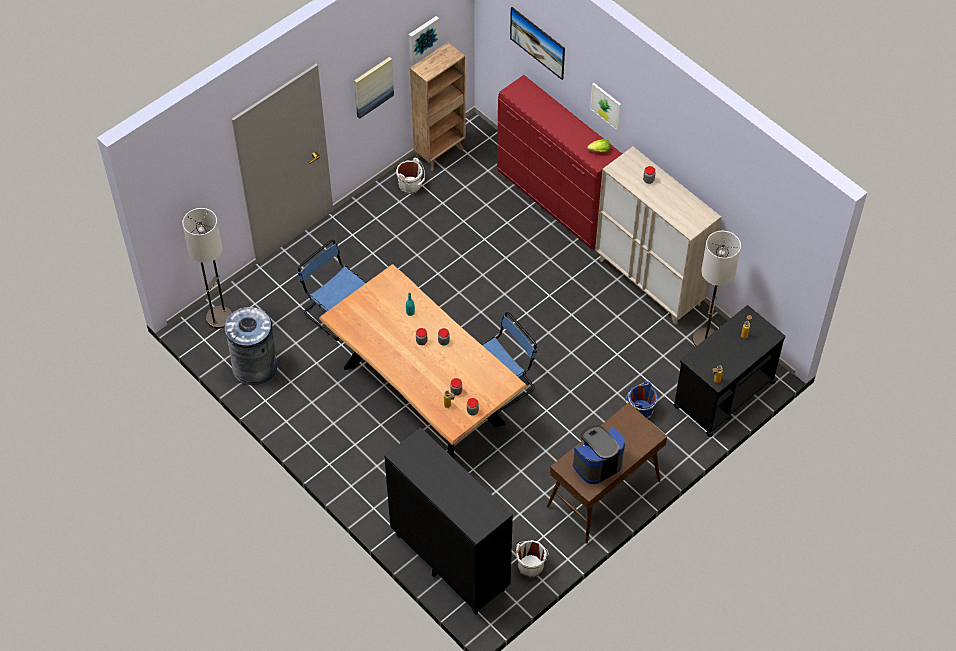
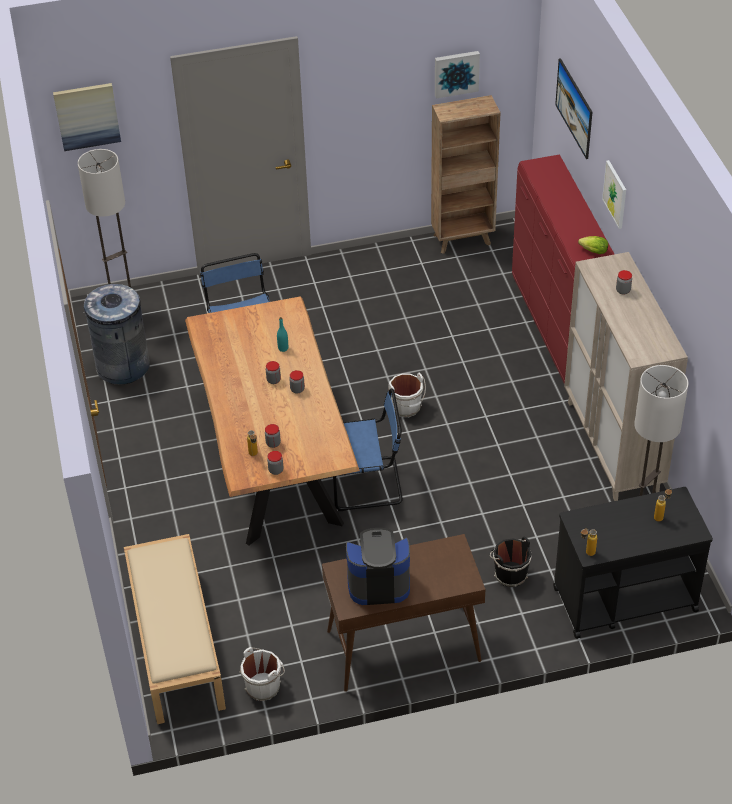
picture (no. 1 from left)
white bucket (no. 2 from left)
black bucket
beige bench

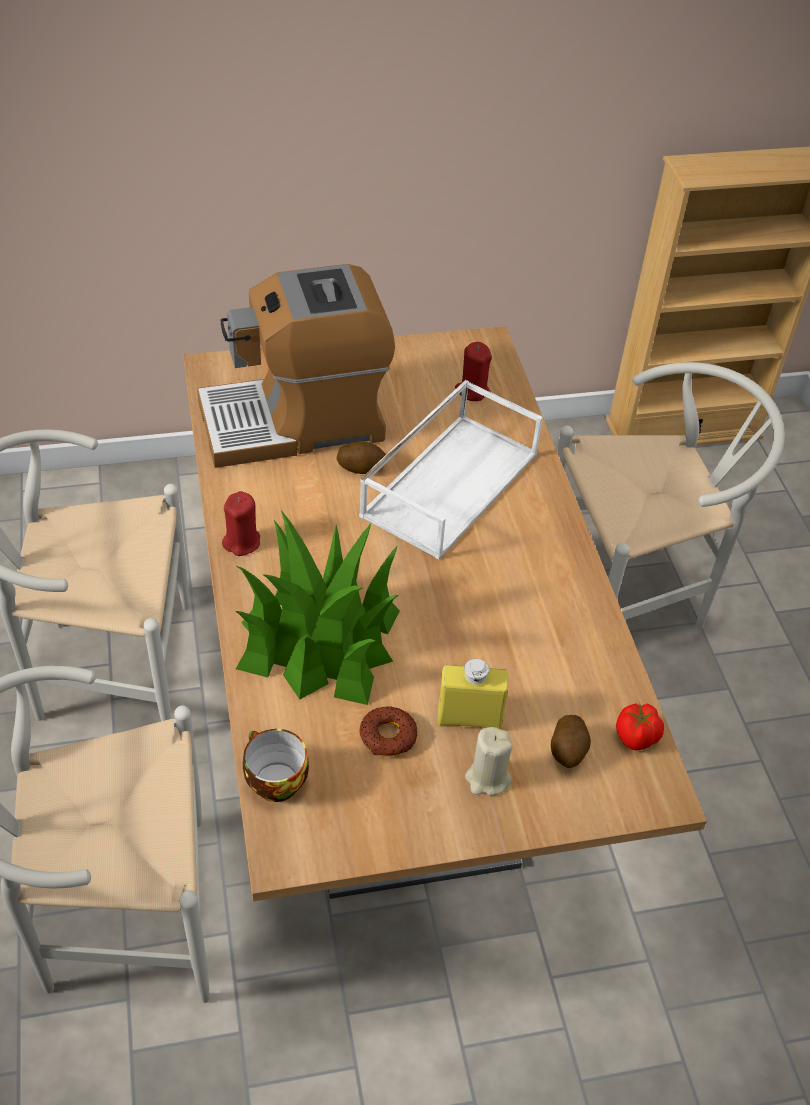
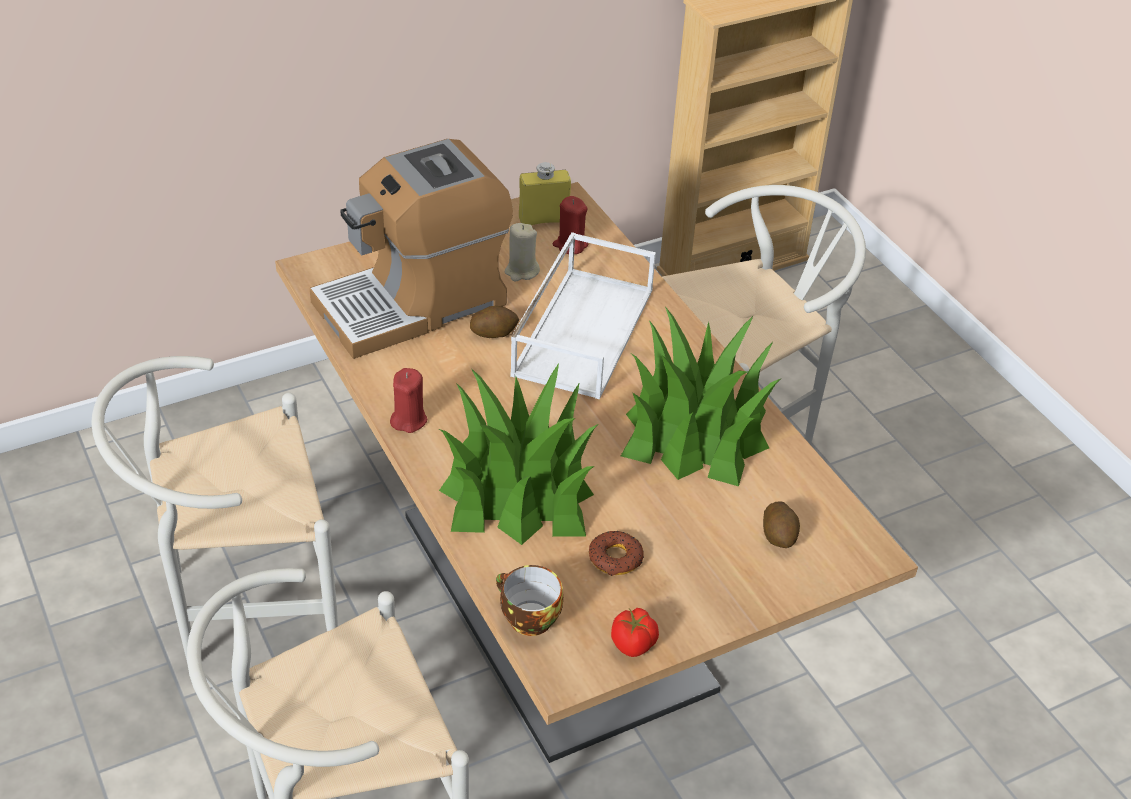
yellow bottle
tomato
beige candle
potted plant (no. 2 from left)

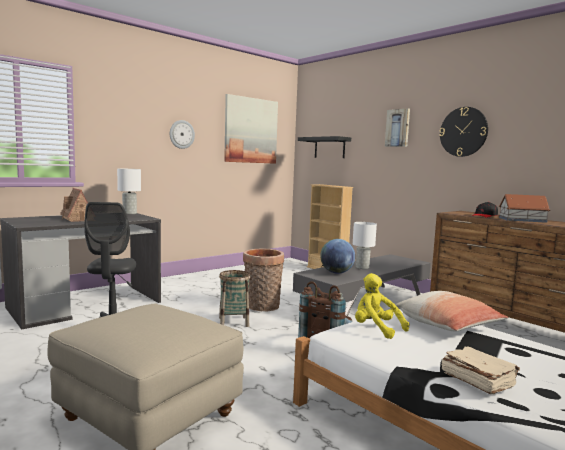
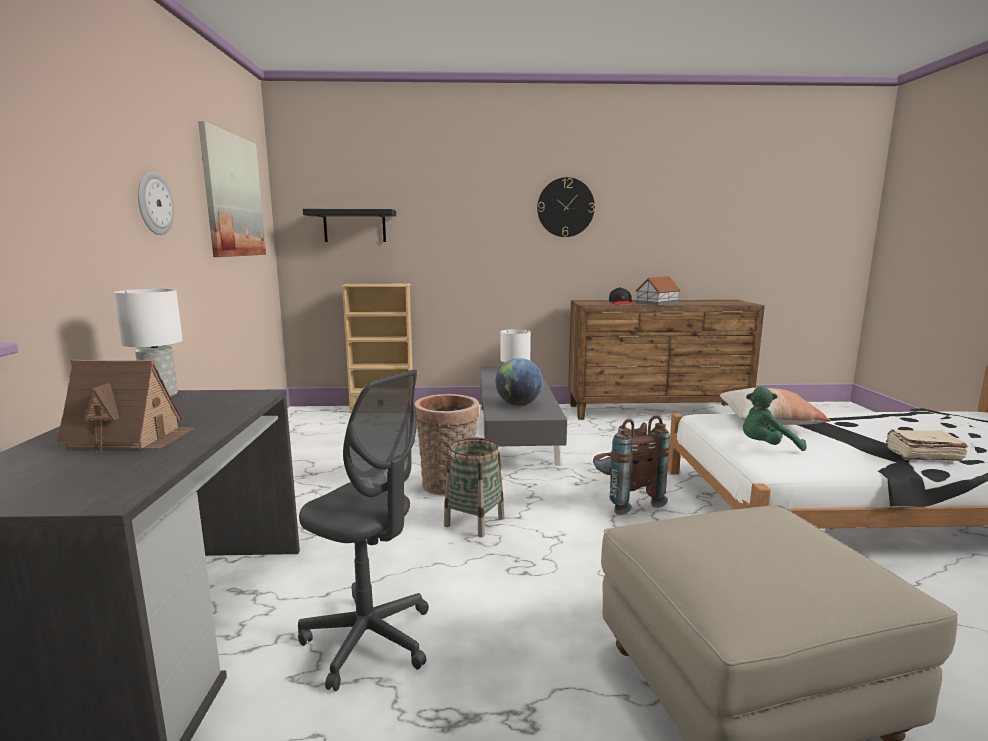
picture (no. 2 from left in the first image)
green plush toy

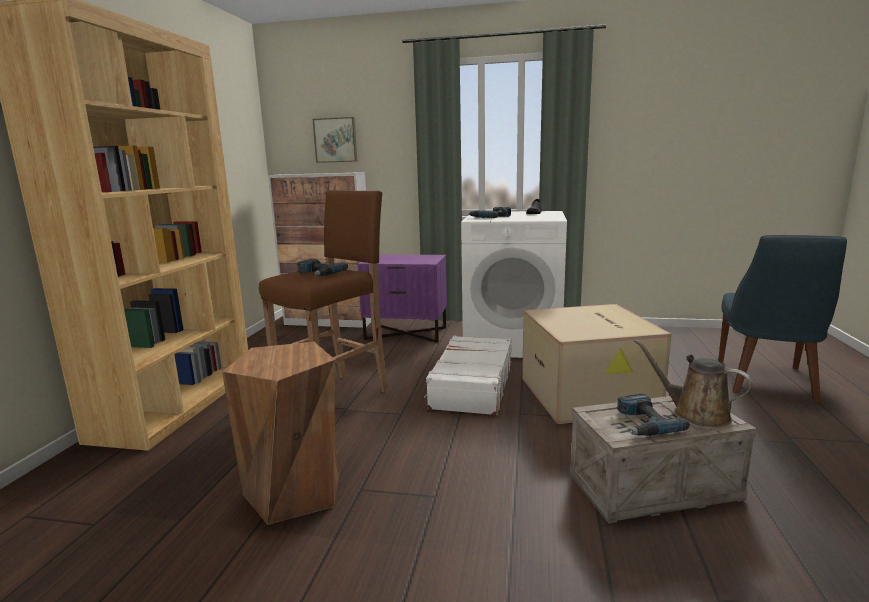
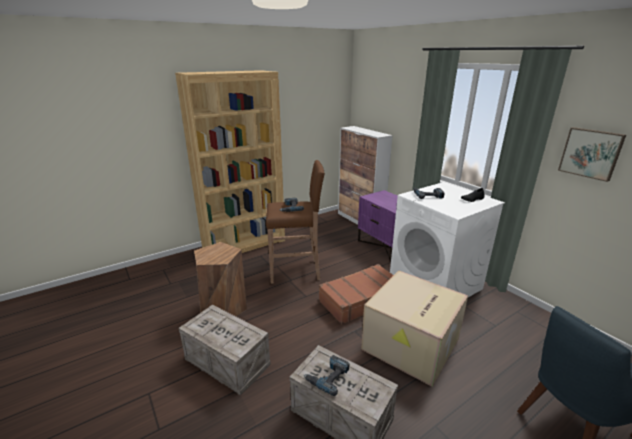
picture
brown suitcase
brown watering can
crate (no. 1 from left)

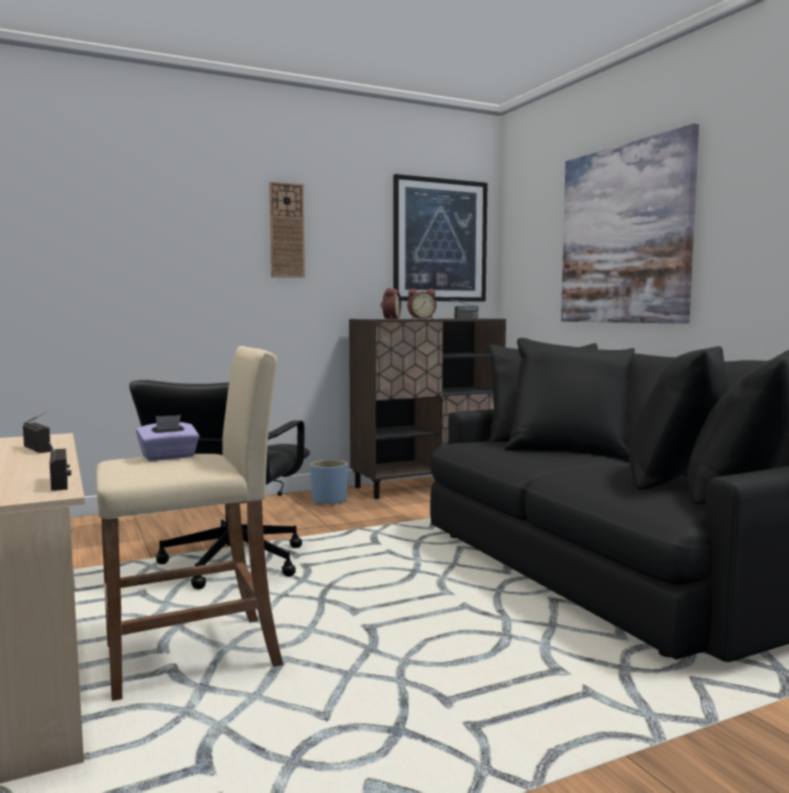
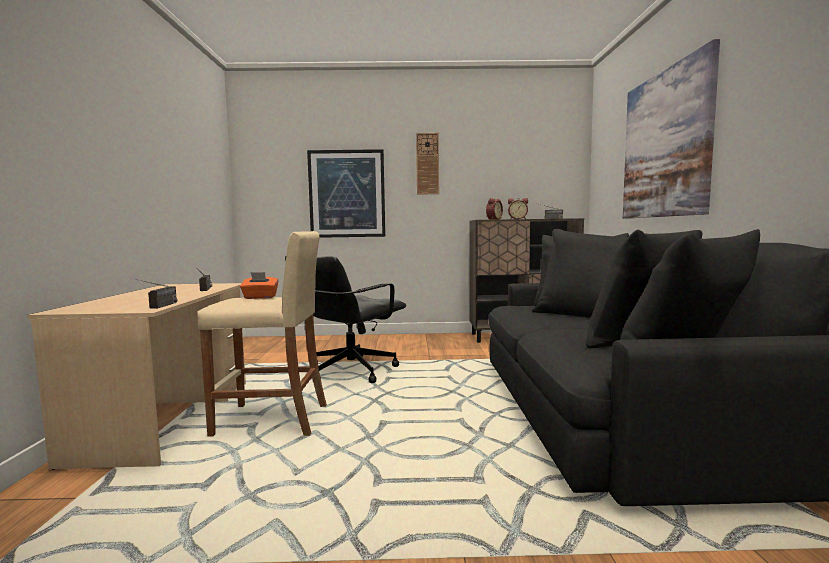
picture (no. 1 from left)
orange tissue box
blue planter

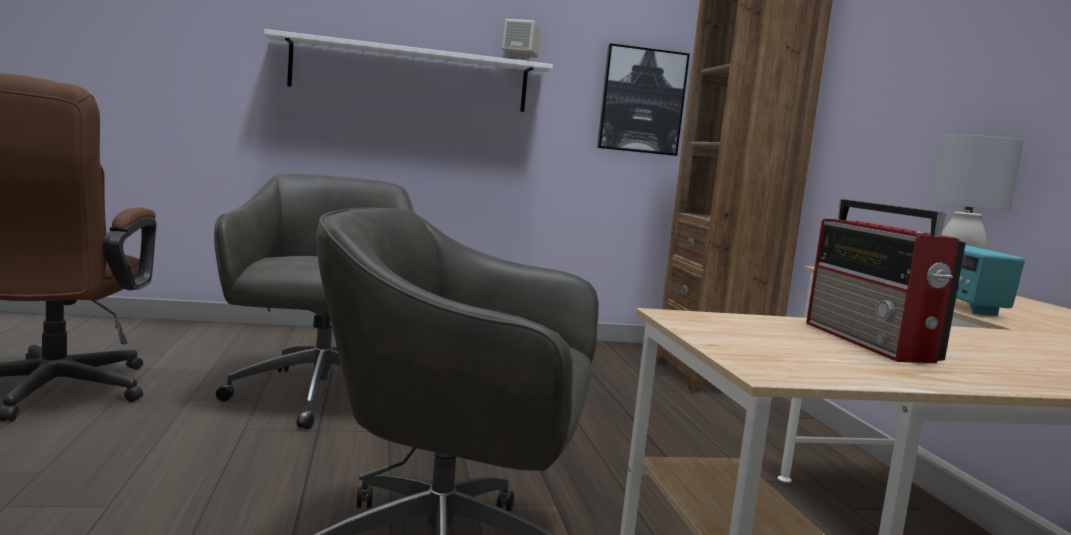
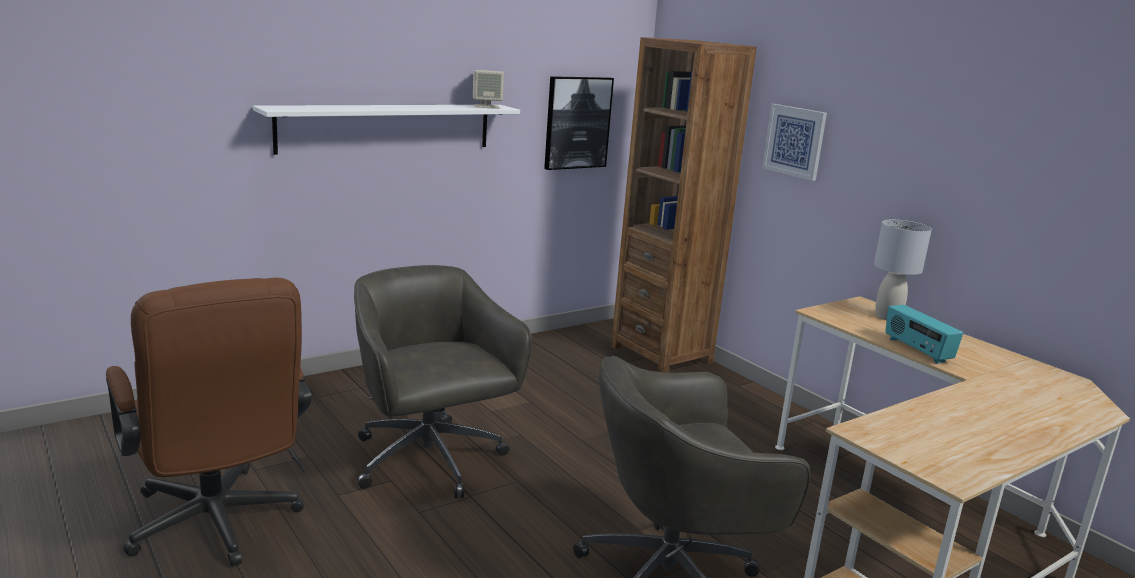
radio (no. 1 from left in the first image)
picture (no. 2 from left)

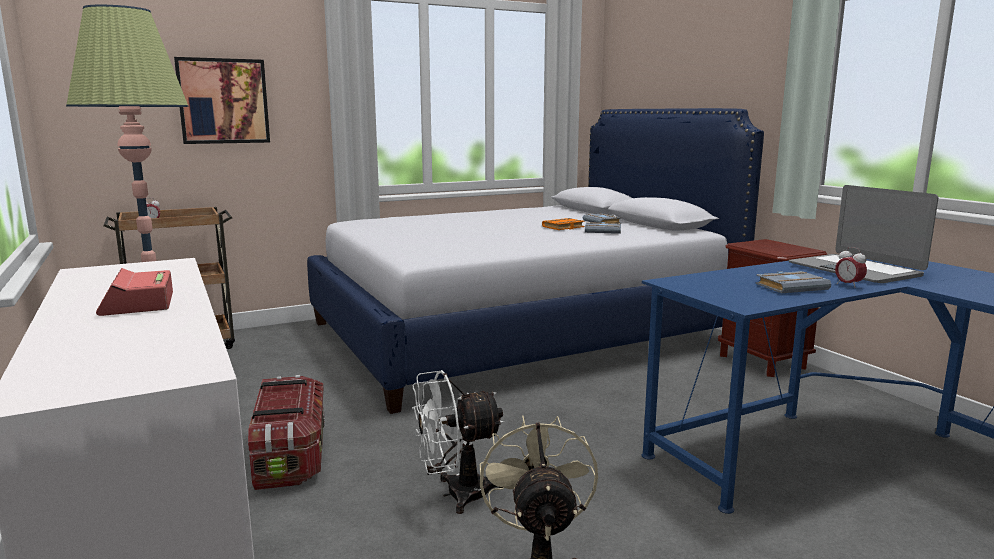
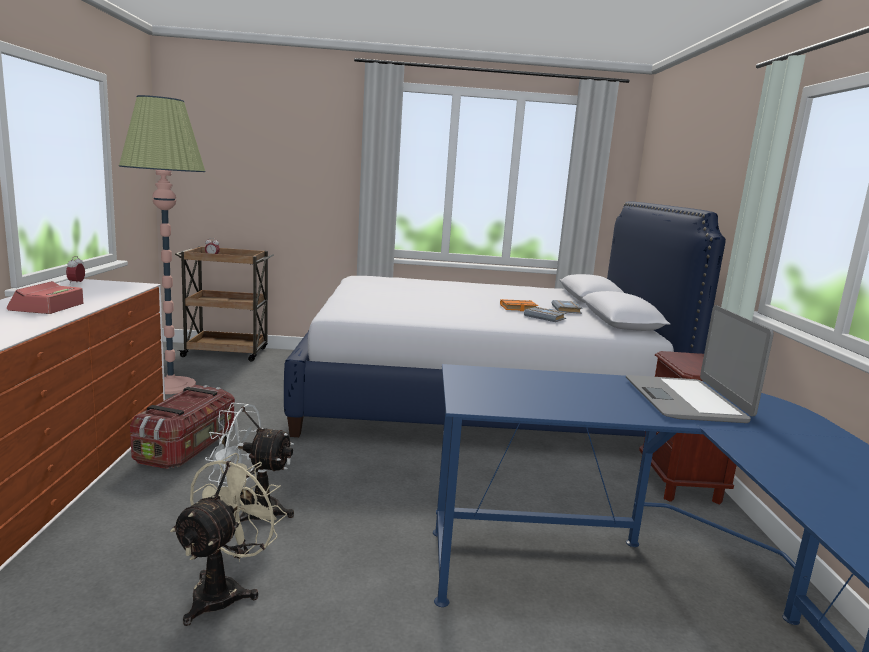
picture
alarm clock (no. 2 from left)
grey book (no. 3 from left in the first image)

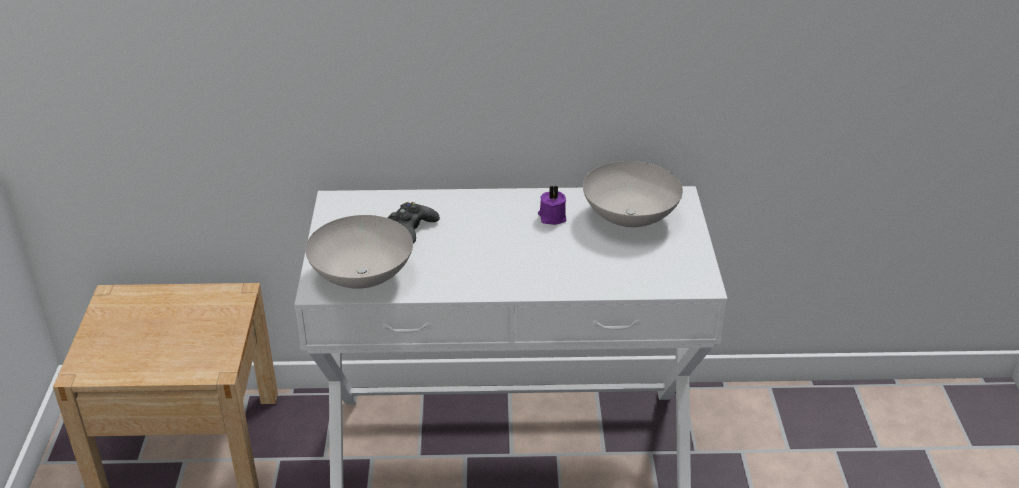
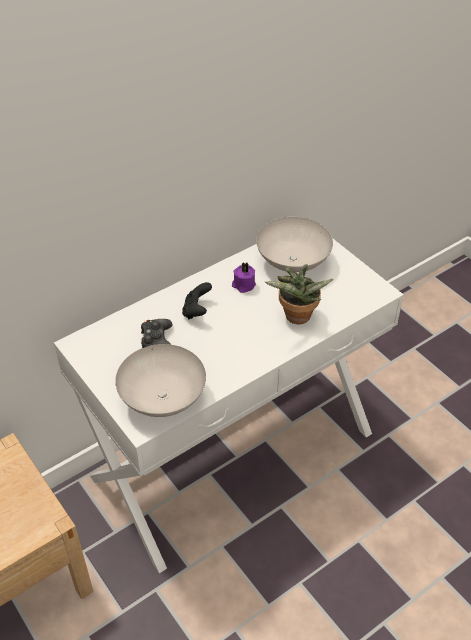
potted plant
black game controller (no. 2 from left)

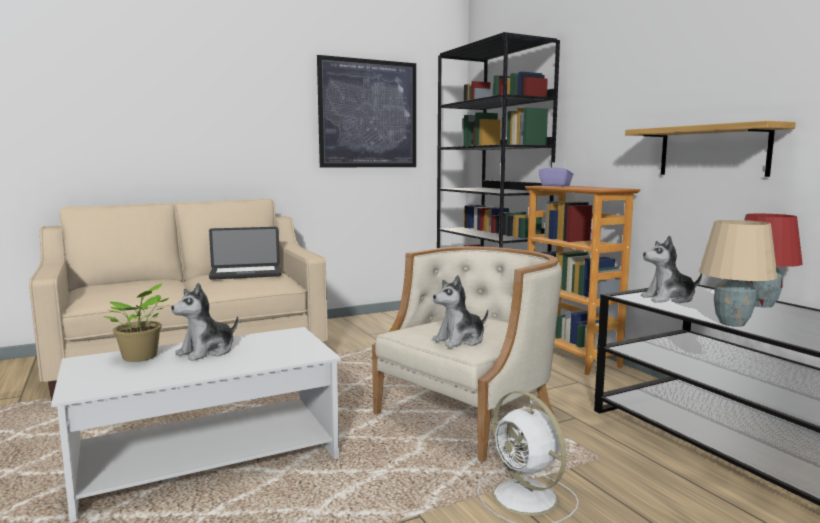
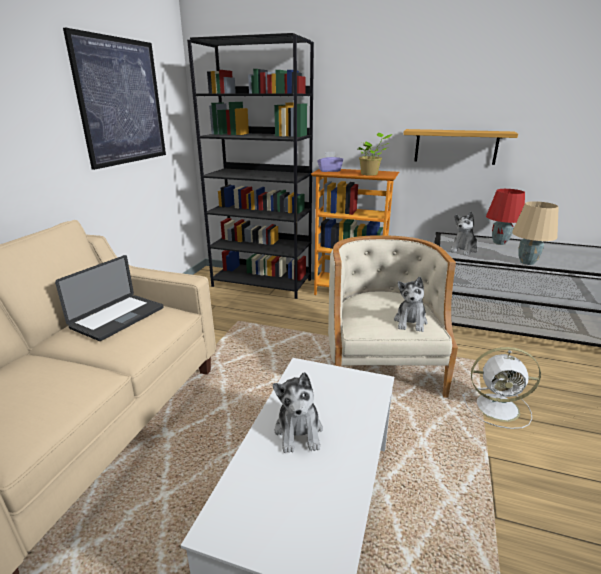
potted plant

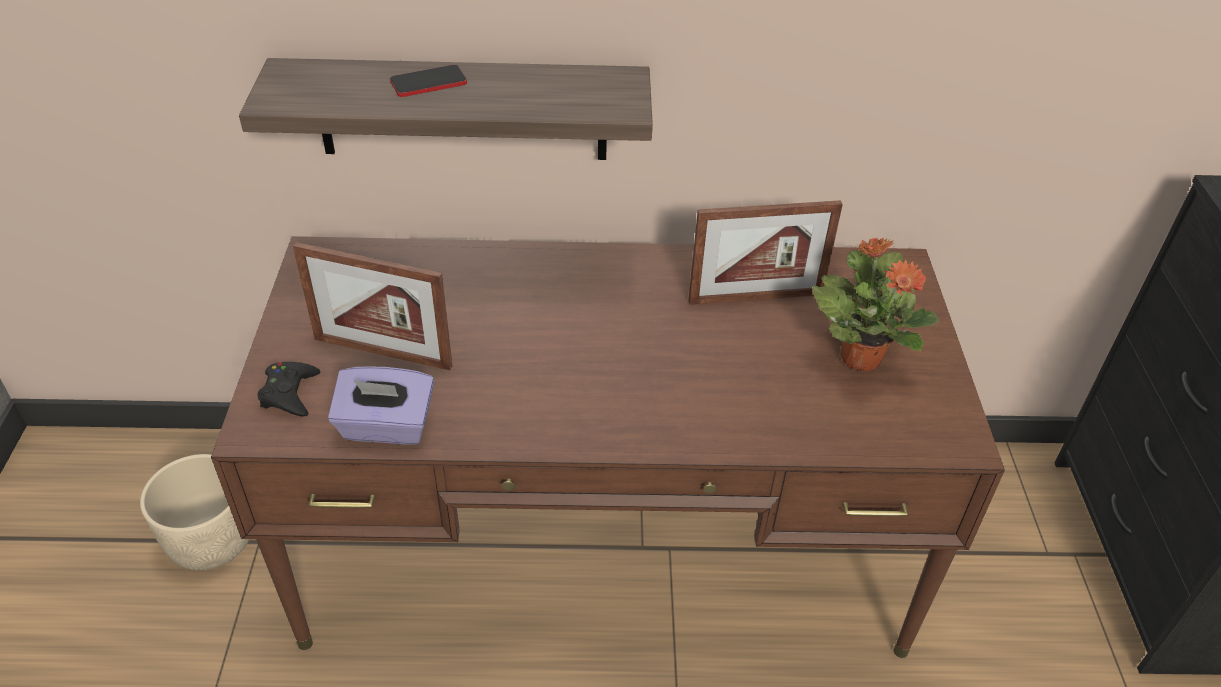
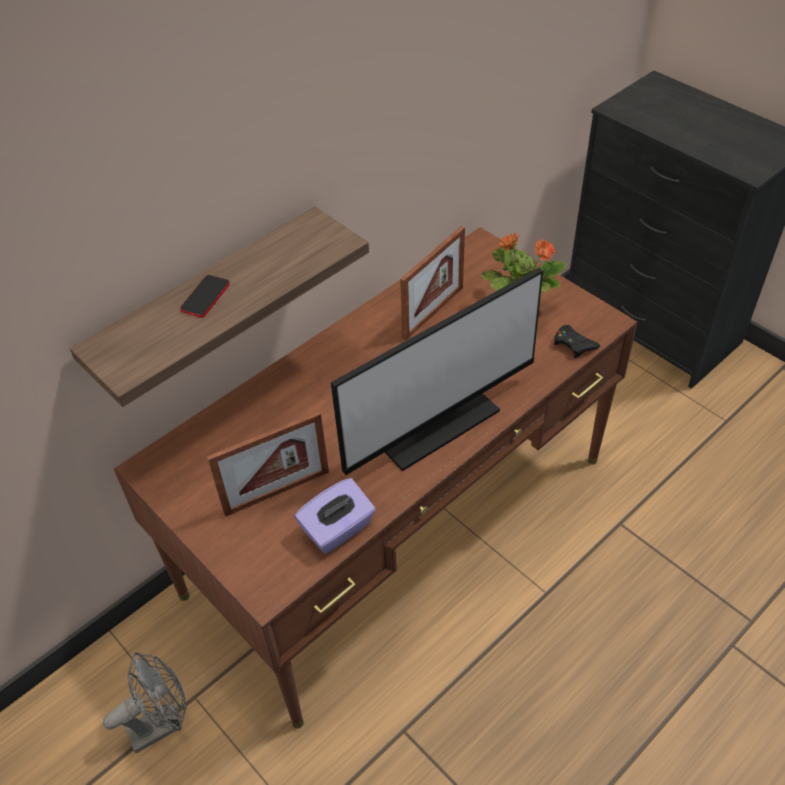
black game controller
grey fan
monitor

